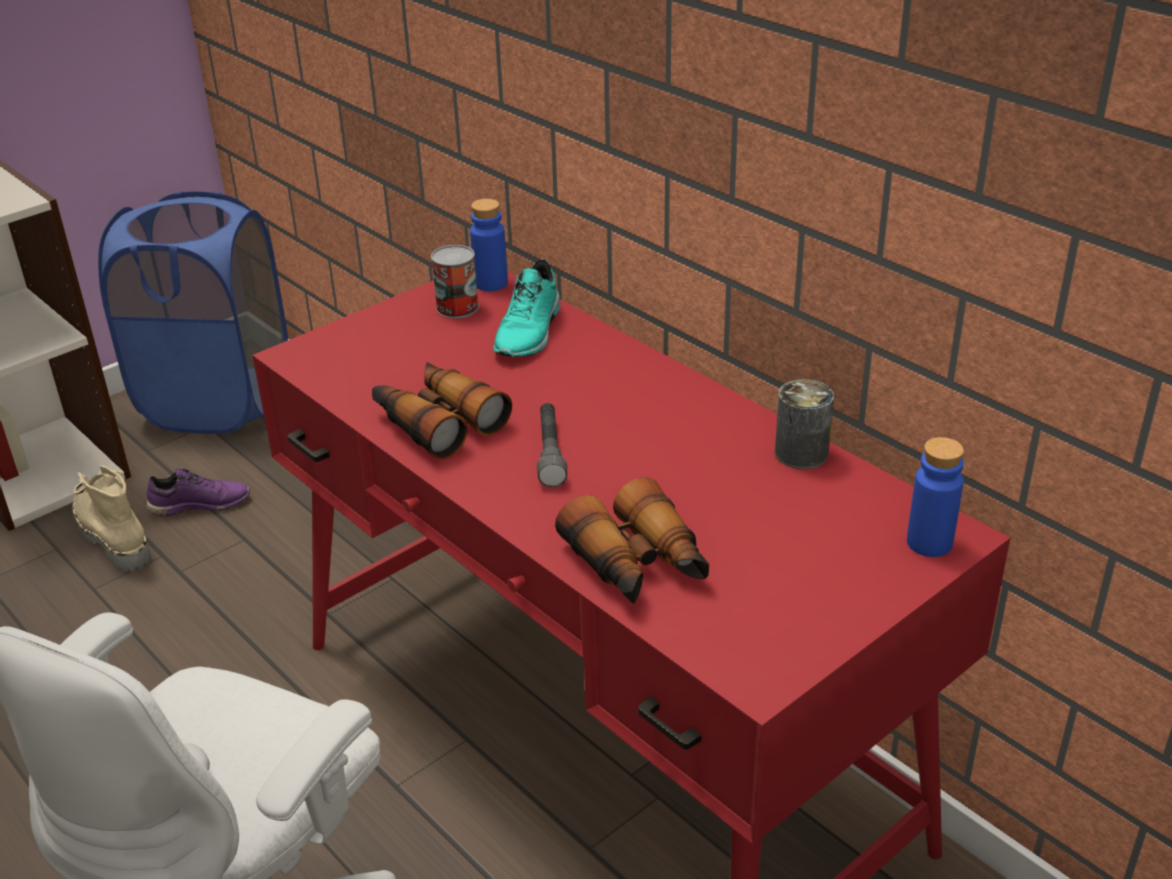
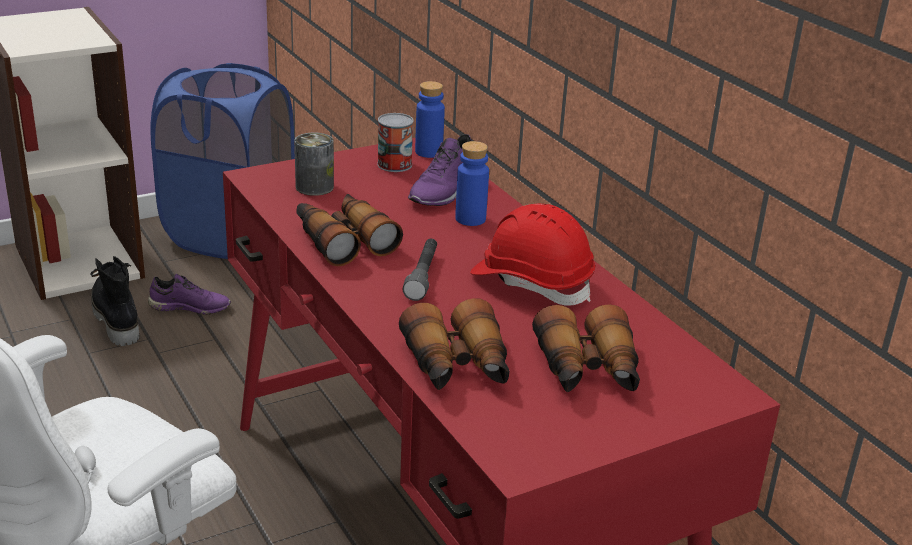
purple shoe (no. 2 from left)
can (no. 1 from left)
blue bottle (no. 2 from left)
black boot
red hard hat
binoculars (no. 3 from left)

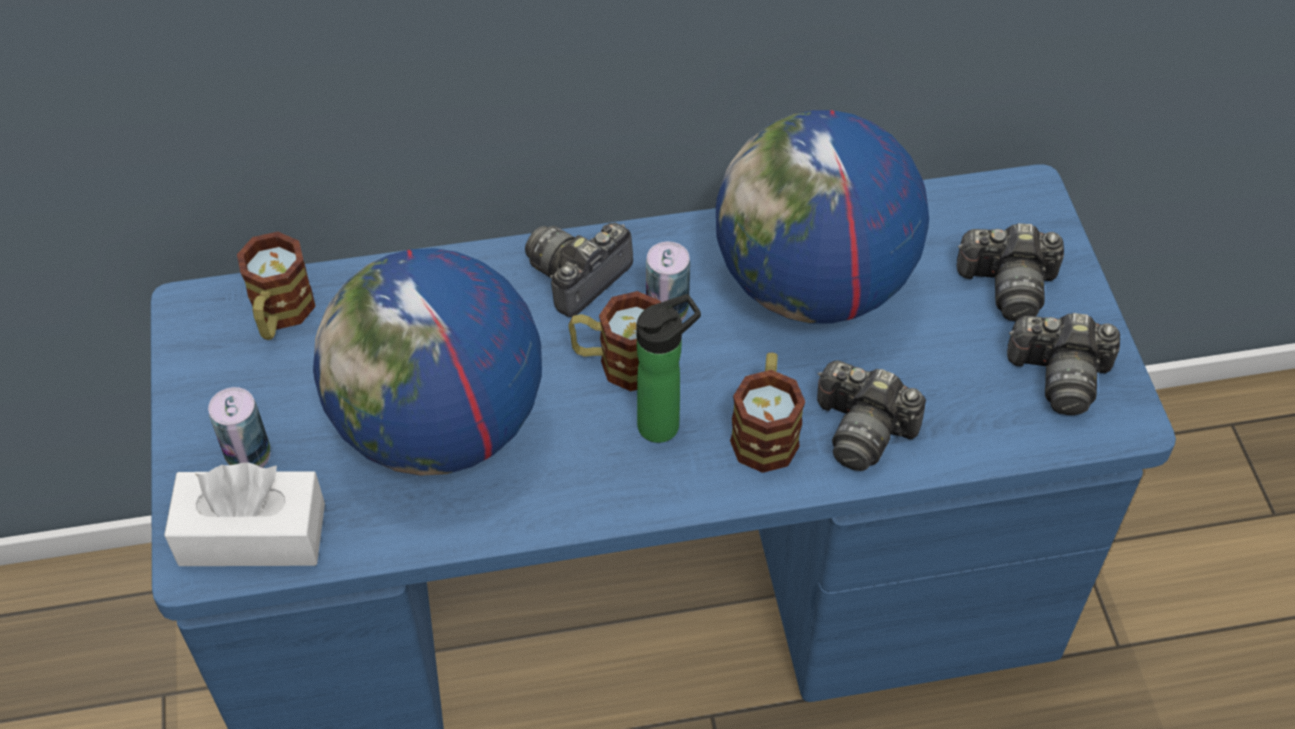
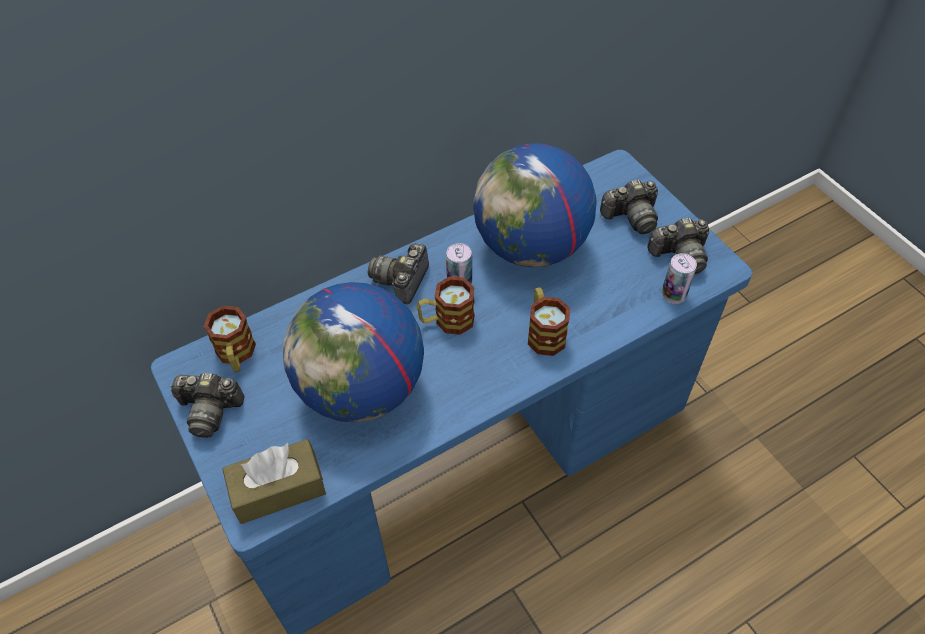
bottle
photo camera (no. 1 from left)
can (no. 2 from left)
brown tissue box

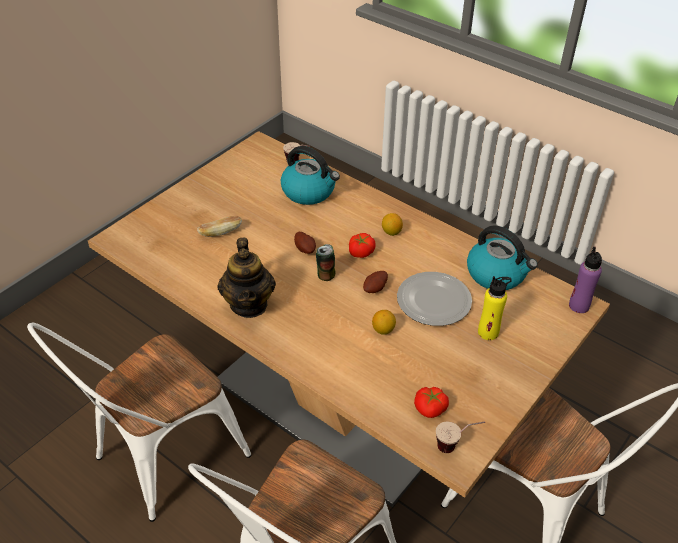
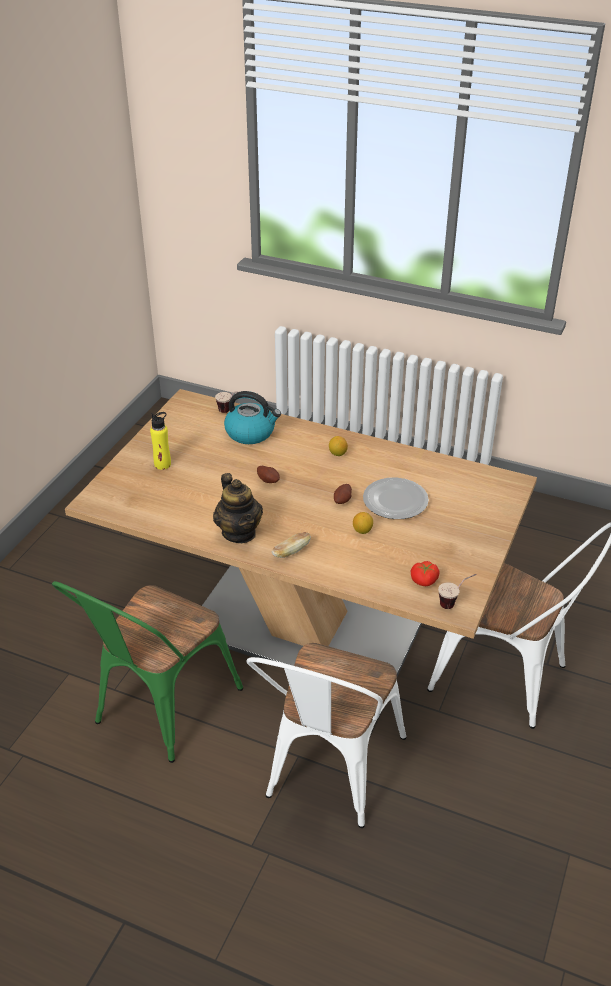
bread
kettle (no. 2 from left in the first image)
tomato (no. 1 from left in the first image)
can
purple bottle
yellow bottle
green chair

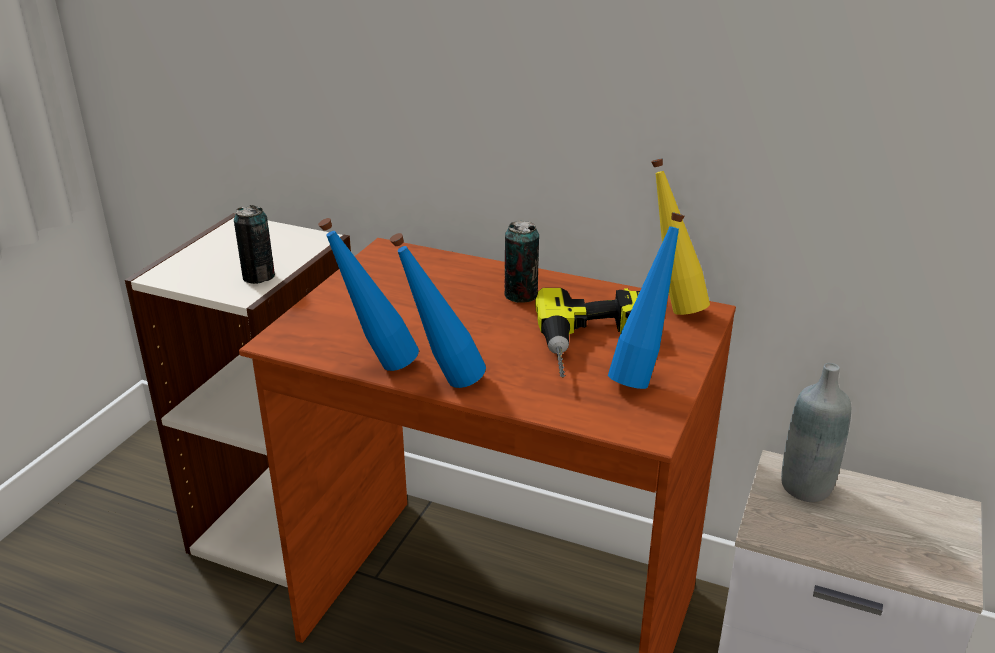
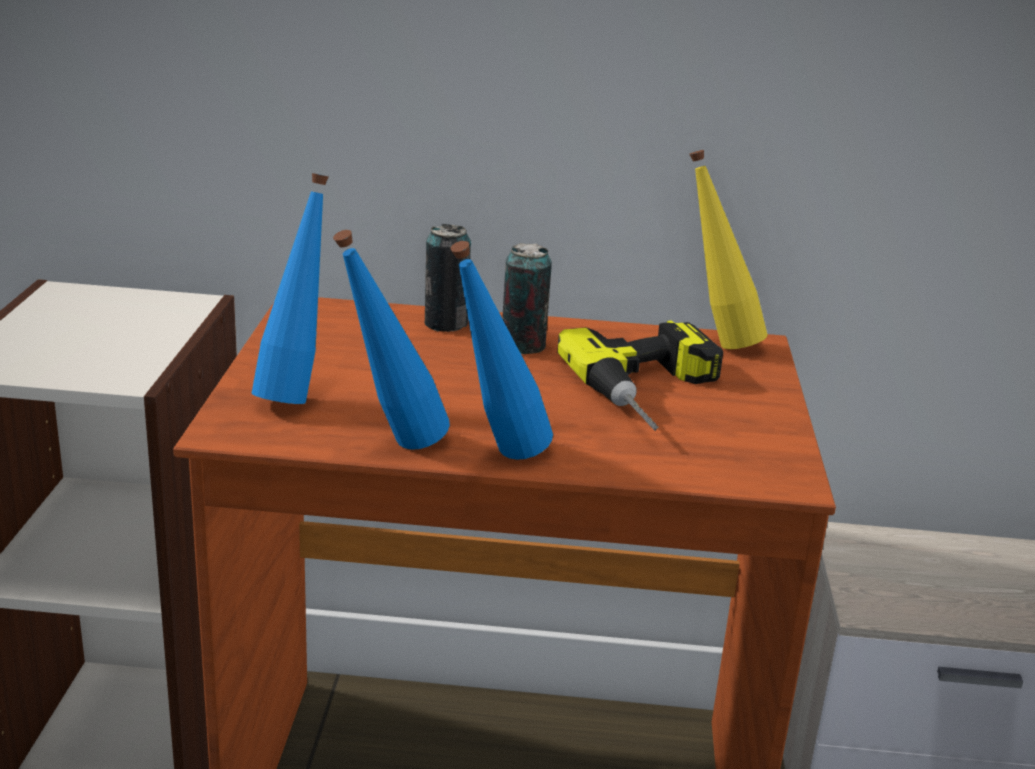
can (no. 1 from left)
blue bottle (no. 1 from left)
grey bottle

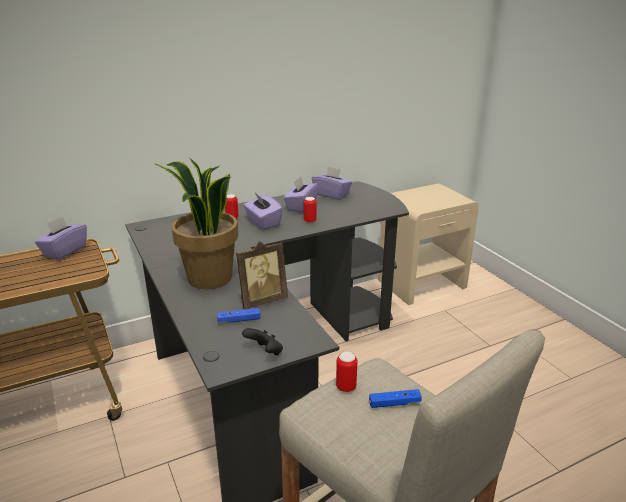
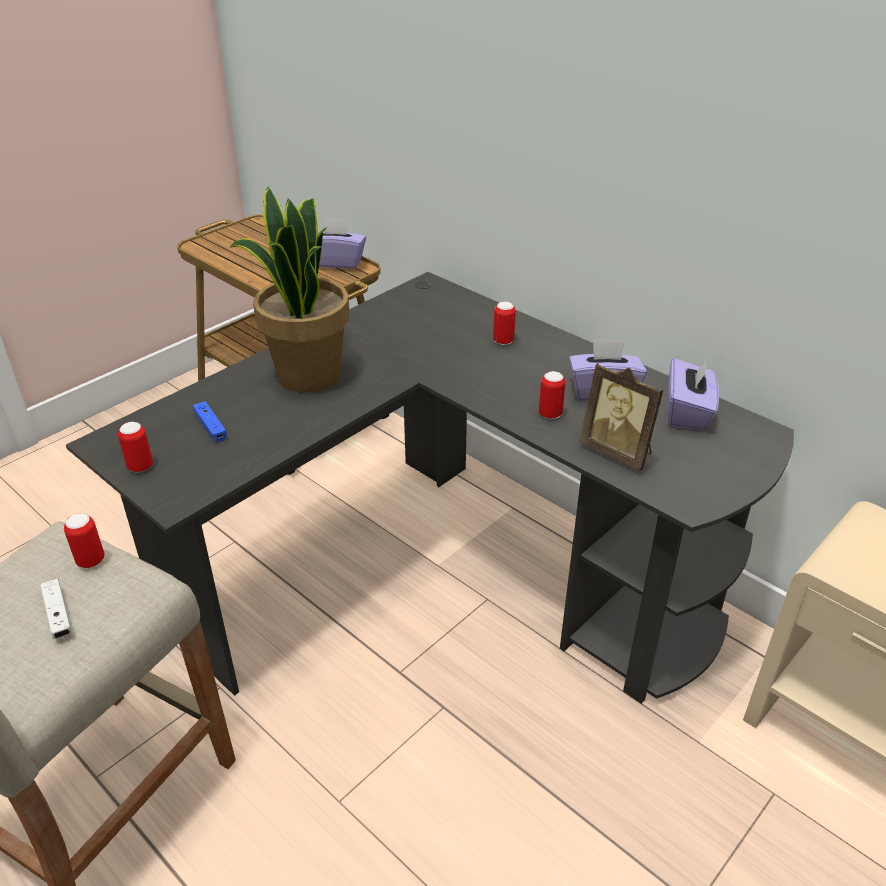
purple tissue box (no. 2 from left in the first image)
picture frame
can (no. 2 from left)
white game controller

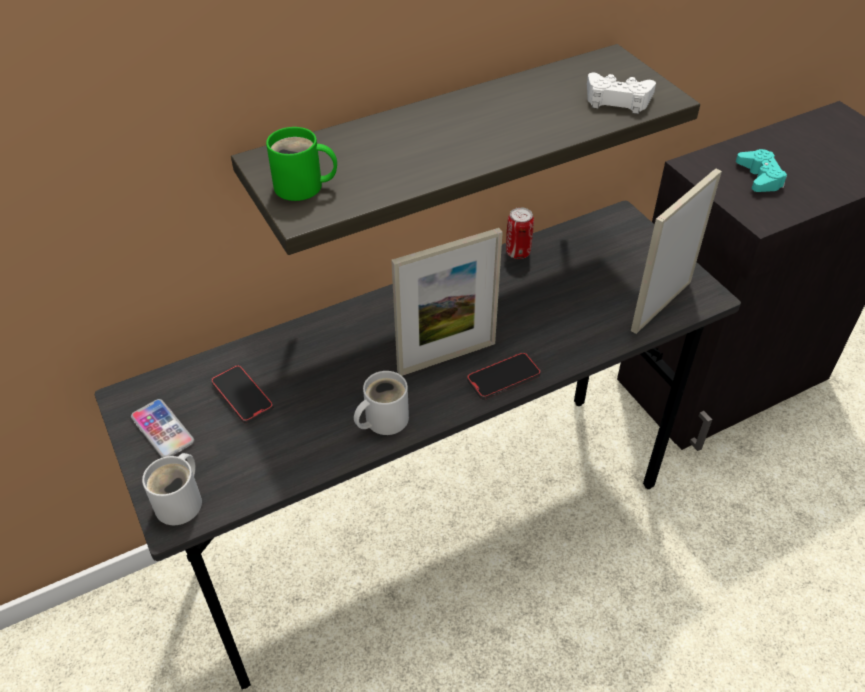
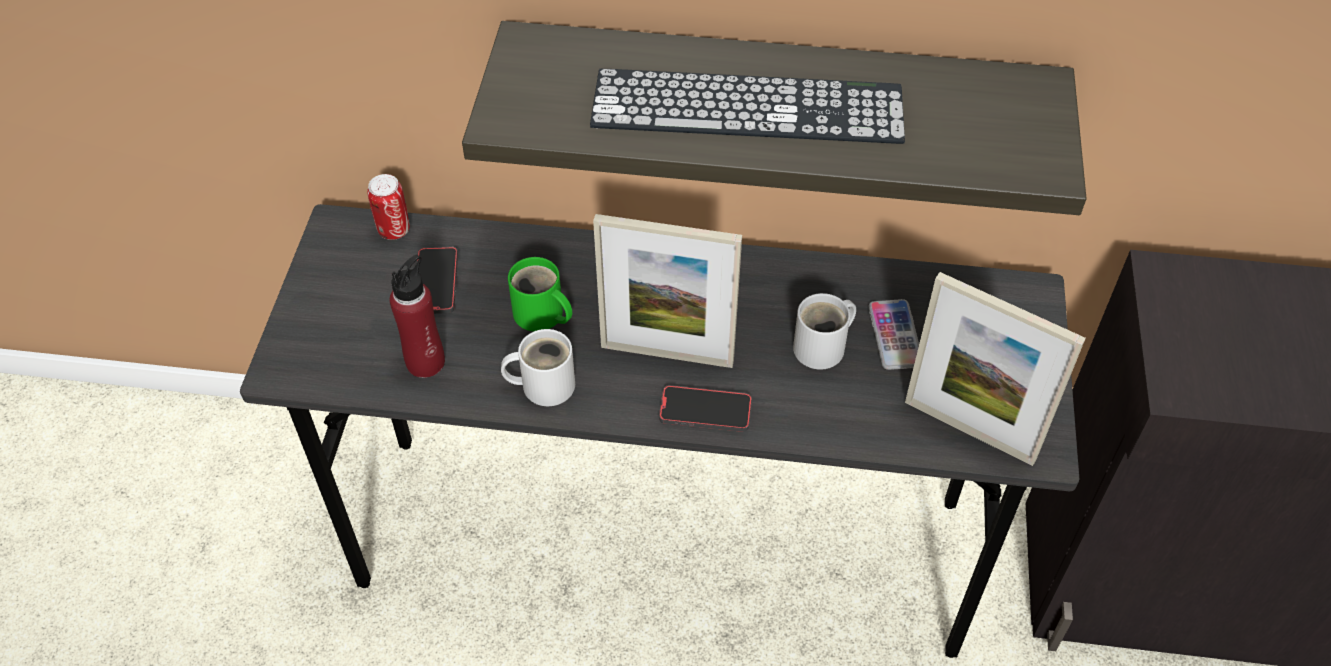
white game controller
green mug
turquoise game controller
picture frame (no. 2 from left)
can
phone (no. 3 from left)
white mug (no. 2 from left)
keyboard
red bottle

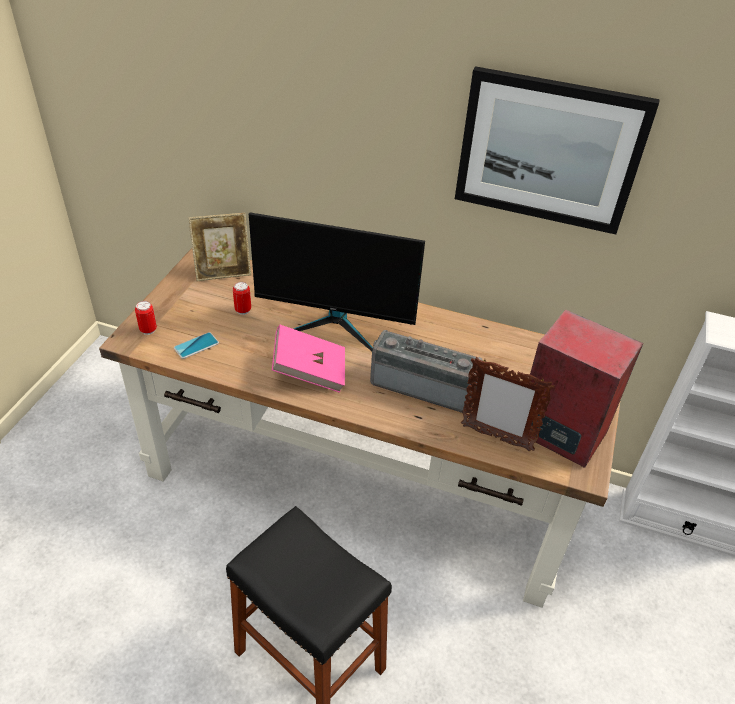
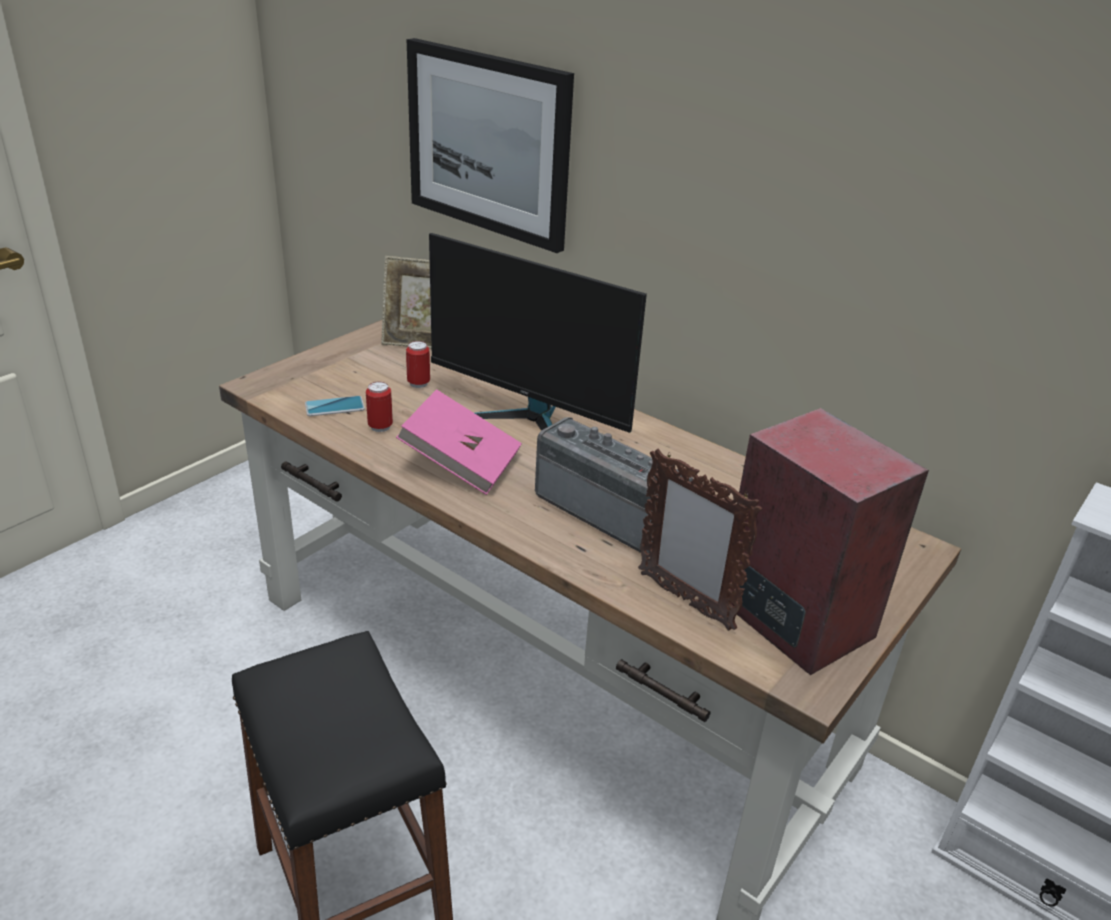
picture
can (no. 1 from left)

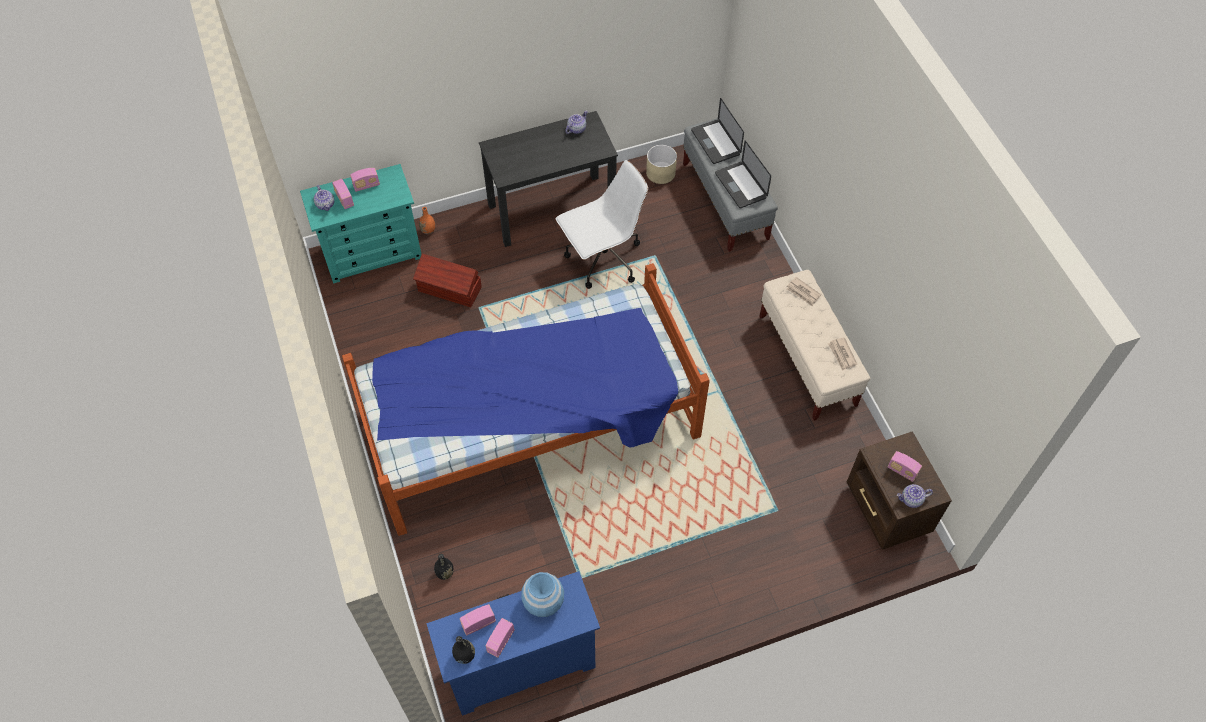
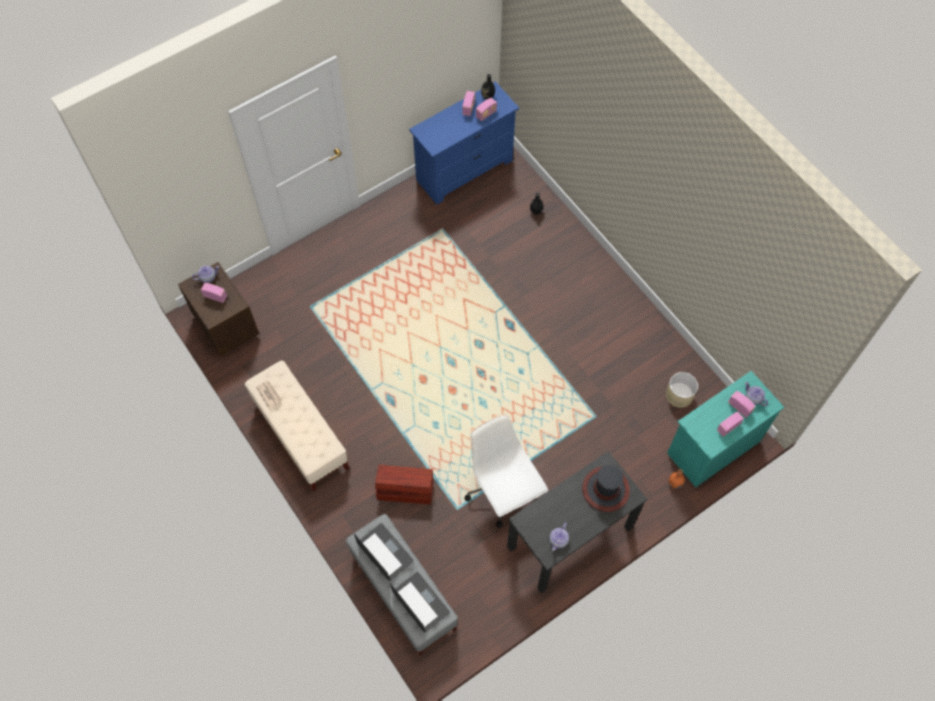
beige planter
white office chair
brown storage box
bed
newspaper (no. 1 from left in the first image)
blue vase
hat

